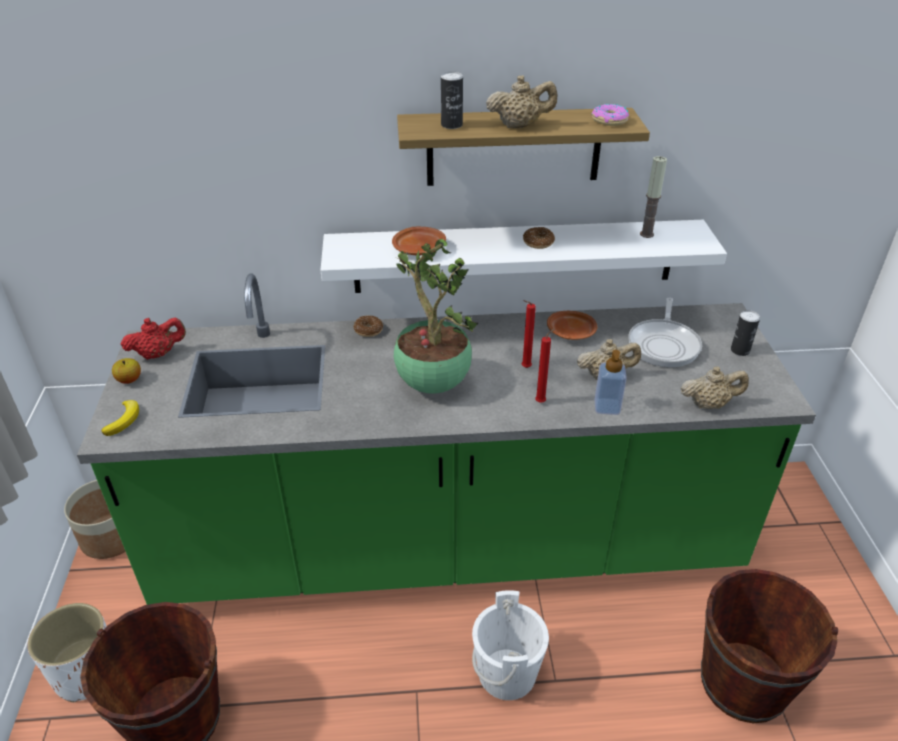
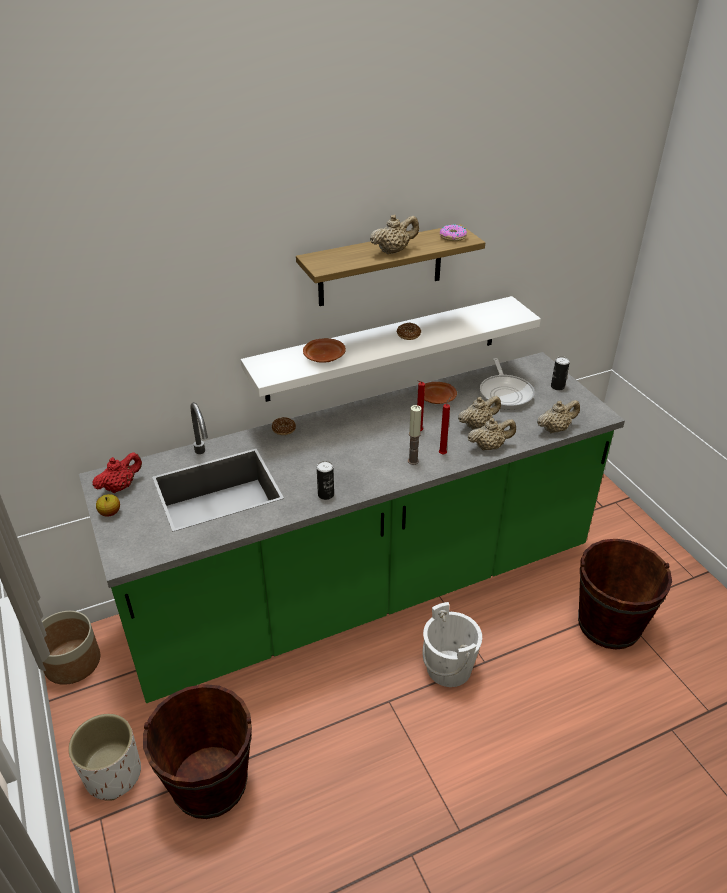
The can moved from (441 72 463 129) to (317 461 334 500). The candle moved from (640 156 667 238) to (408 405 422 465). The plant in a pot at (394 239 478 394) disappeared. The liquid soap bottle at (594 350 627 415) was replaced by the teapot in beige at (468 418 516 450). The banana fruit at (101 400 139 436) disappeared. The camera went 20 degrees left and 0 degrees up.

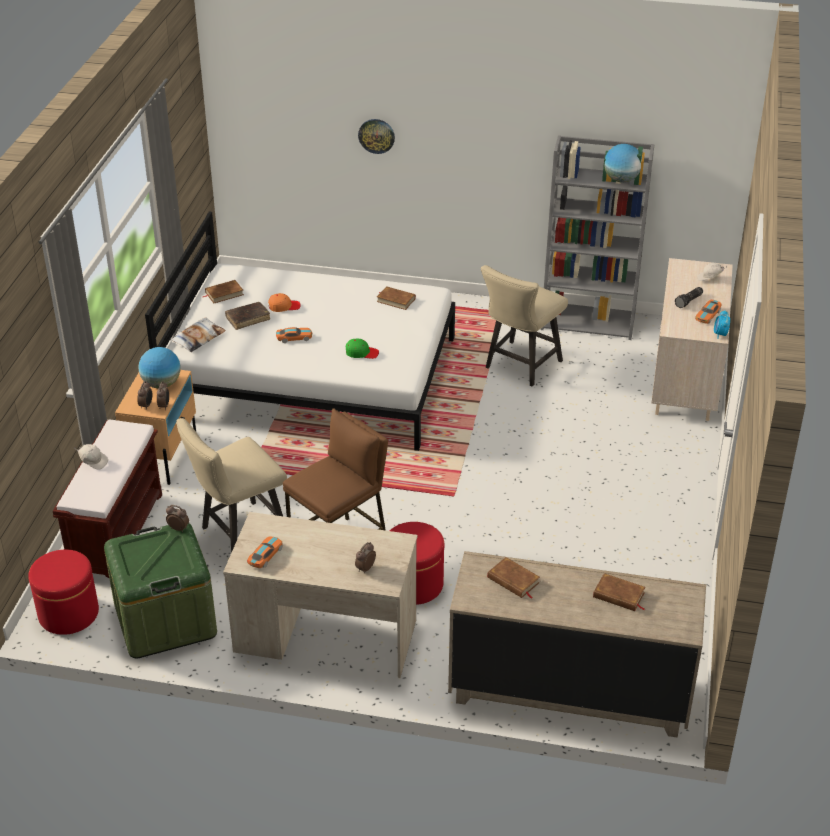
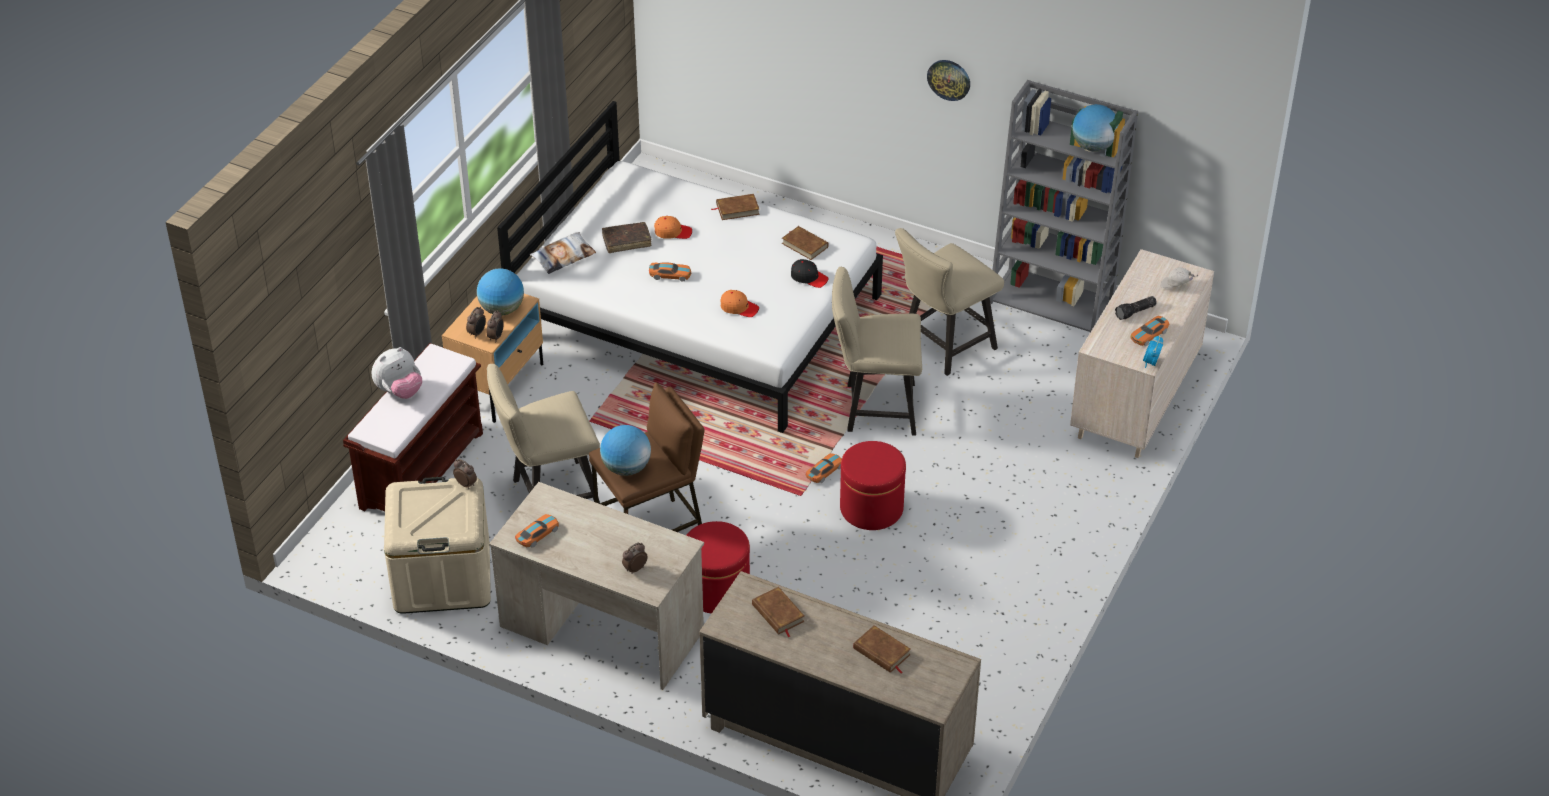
The wall clock moved from (358 119 395 154) to (927 60 970 101). The book in brown-coloured moved from (202 280 244 303) to (711 194 760 220). The peaked cap in green at (346 339 379 359) became the peaked cap in orangey at (721 290 759 317). The peaked cap in white at (73 444 108 470) was replaced by the plush toy at (372 347 422 399). The storage container in green at (104 523 217 659) became the storage container in beige at (384 477 491 614). The ottoman in reddish moved from (28 550 99 635) to (840 441 906 530). The peaked cap in blackish at (791 259 829 288) appeared. The chair in beige at (832 267 922 436) appeared. The world globe at (600 425 651 476) appeared. The miniature car at (805 453 842 483) appeared. The camera went 15 degrees right and 5 degrees up.

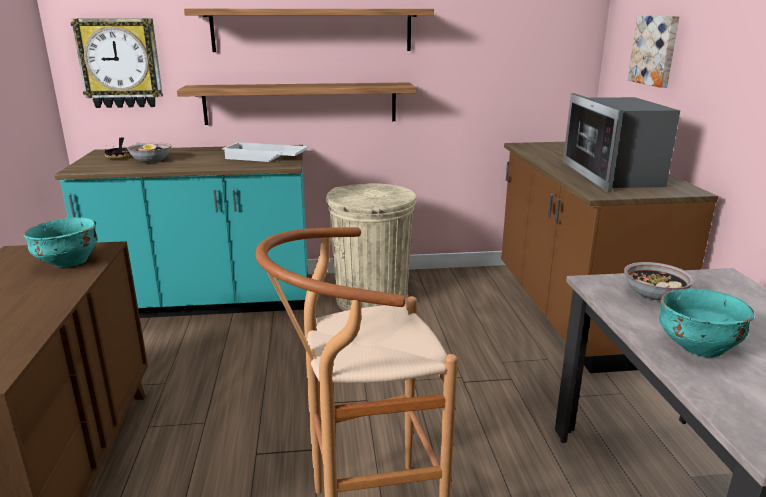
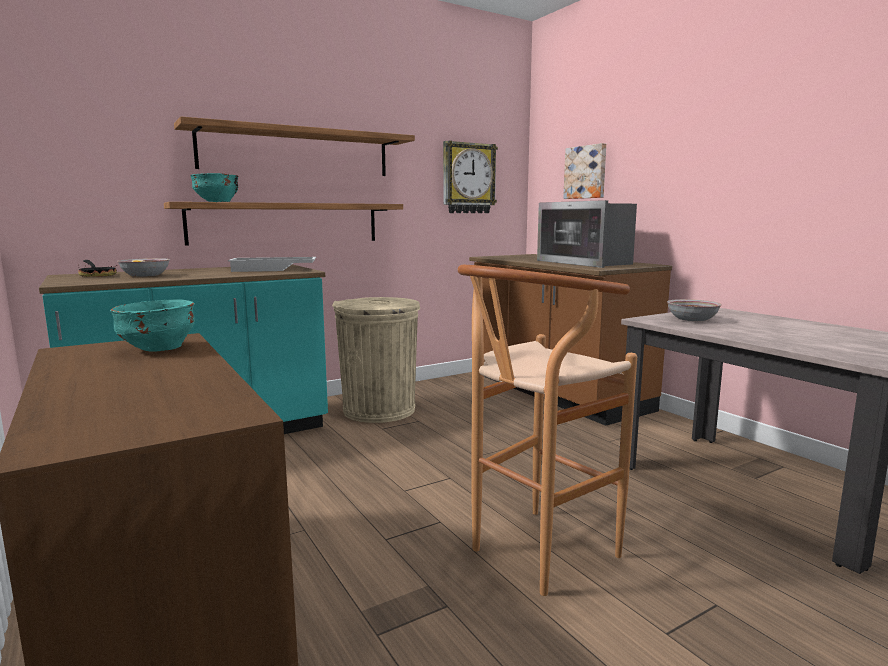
The wall clock moved from (70 19 163 108) to (443 141 498 213). The deep dish in blue-green moved from (659 288 754 358) to (190 173 238 202). The camera went 25 degrees left and 10 degrees down.

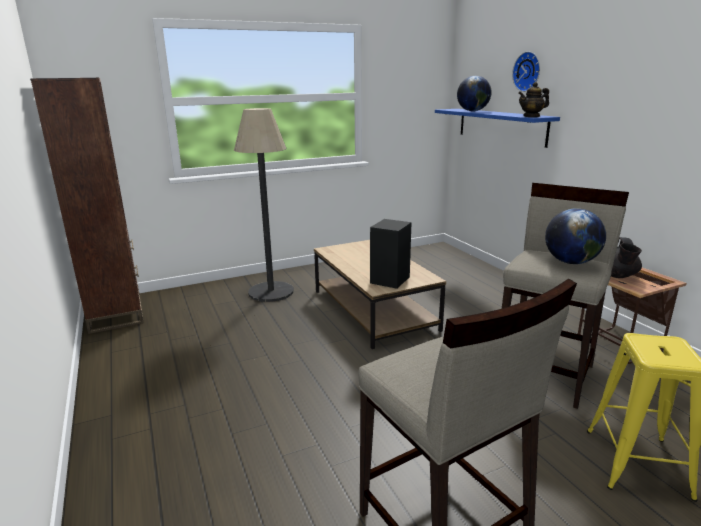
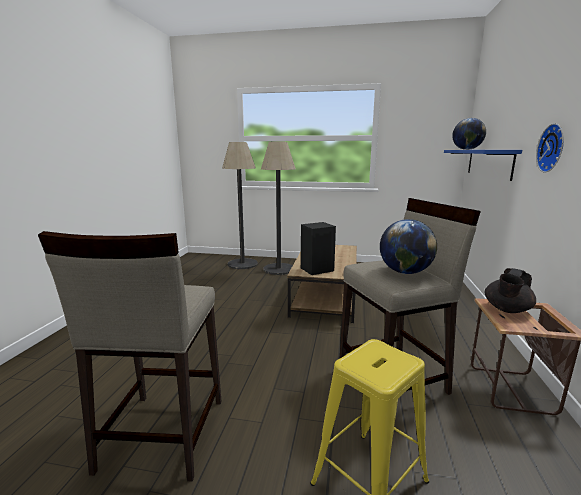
The wall clock moved from (512 51 540 92) to (536 123 564 172). The bookshelf in brown-coloured at (30 78 144 334) disappeared. The teapot at (518 82 549 117) disappeared. The floor lamp at (222 142 258 269) appeared. The camera went 35 degrees right and 5 degrees down.

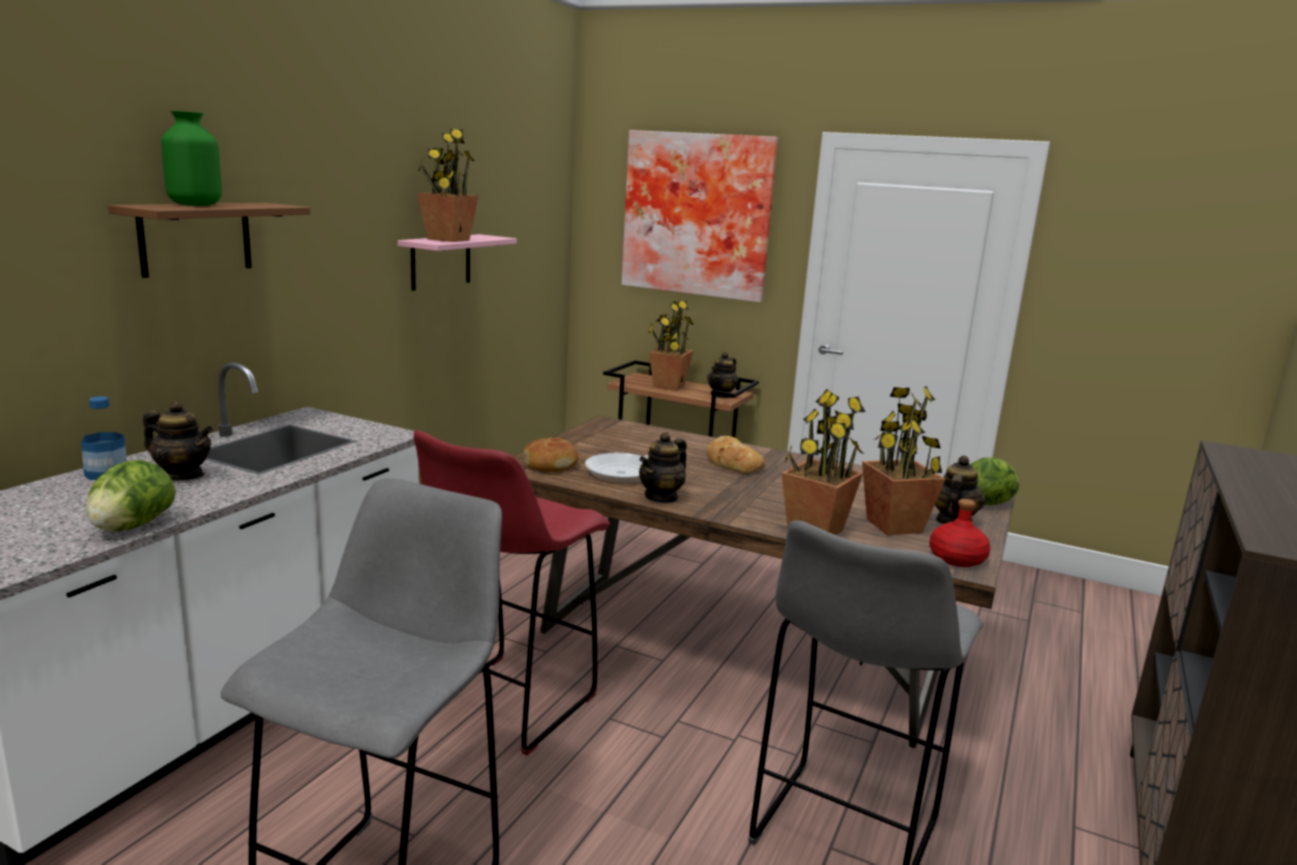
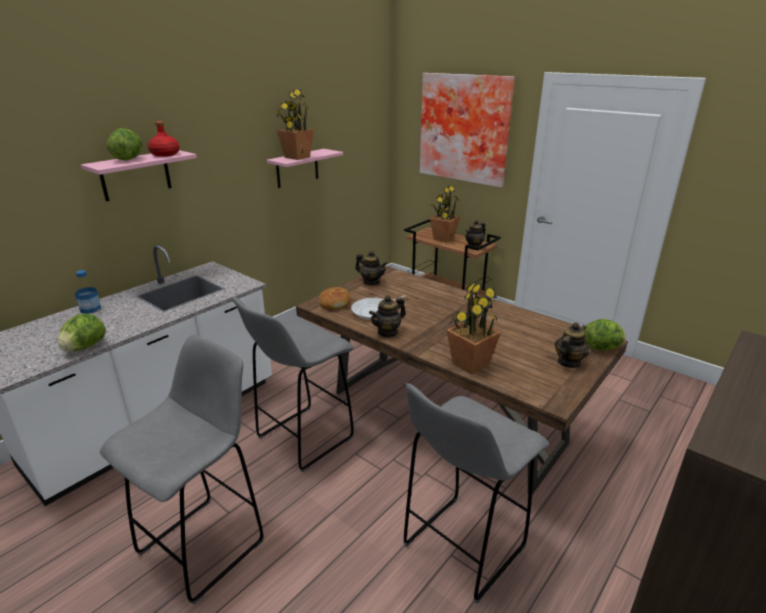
The decorative vase in green at (161 111 222 206) was replaced by the lettuce at (107 128 142 160). The bracket shelf in brown-coloured at (108 203 310 278) became the bracket shelf in pinkish at (81 150 197 201). The plant in a pot at (862 386 945 535) disappeared. The teapot moved from (143 401 213 480) to (355 250 387 285). The stool in reddish at (413 430 610 756) became the stool in gray at (232 296 354 472). The baked bread at (707 436 765 474) disappeared. The beverage bottle in reddish moved from (929 499 990 567) to (148 121 180 157). The camera went 15 degrees right and 10 degrees up.

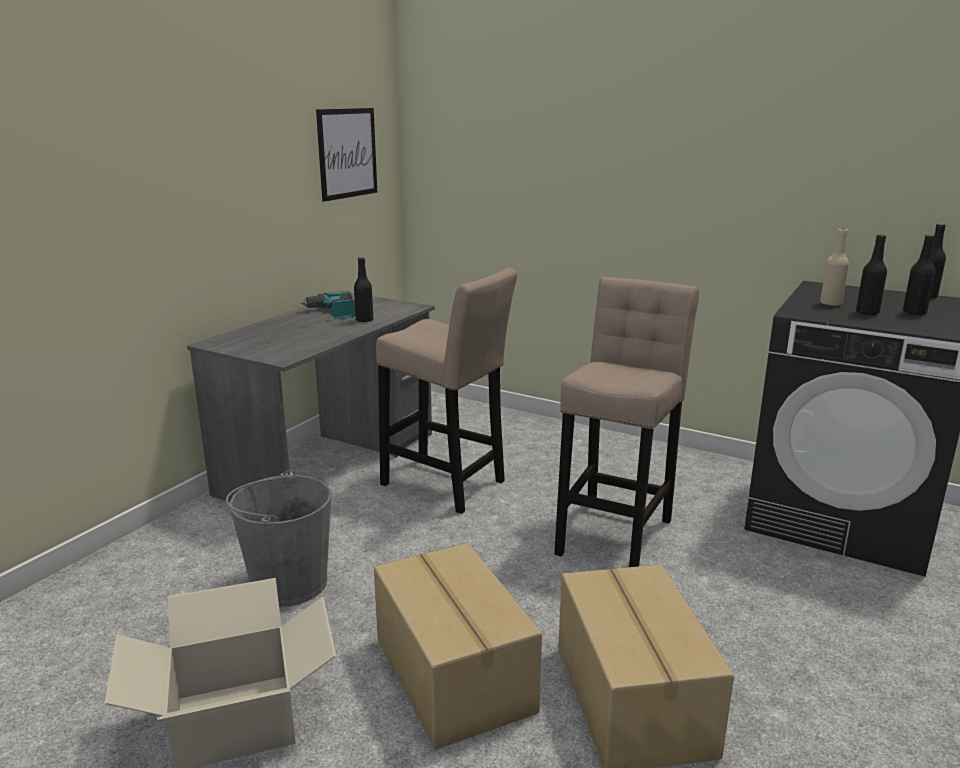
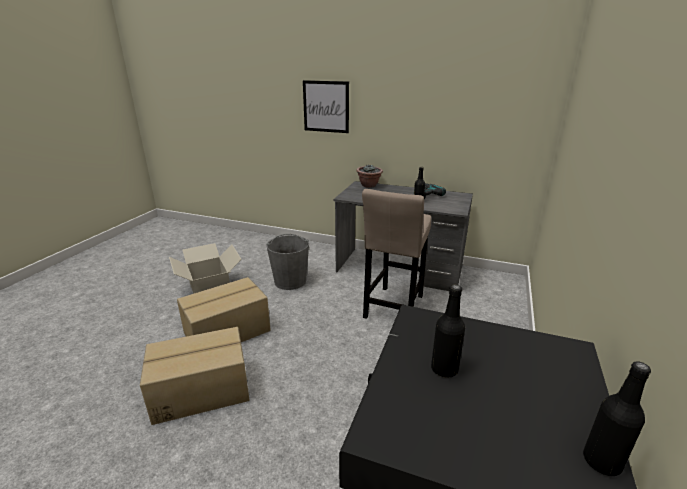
The picture moved from (316 108 377 202) to (303 80 349 133). The beverage bottle in beige at (820 228 849 306) disappeared. The beverage bottle in blackish at (903 235 935 316) disappeared. The stool in beige at (554 277 699 567) disappeared. The plant in a pot at (356 165 383 188) appeared. The camera went 80 degrees right and 5 degrees up.

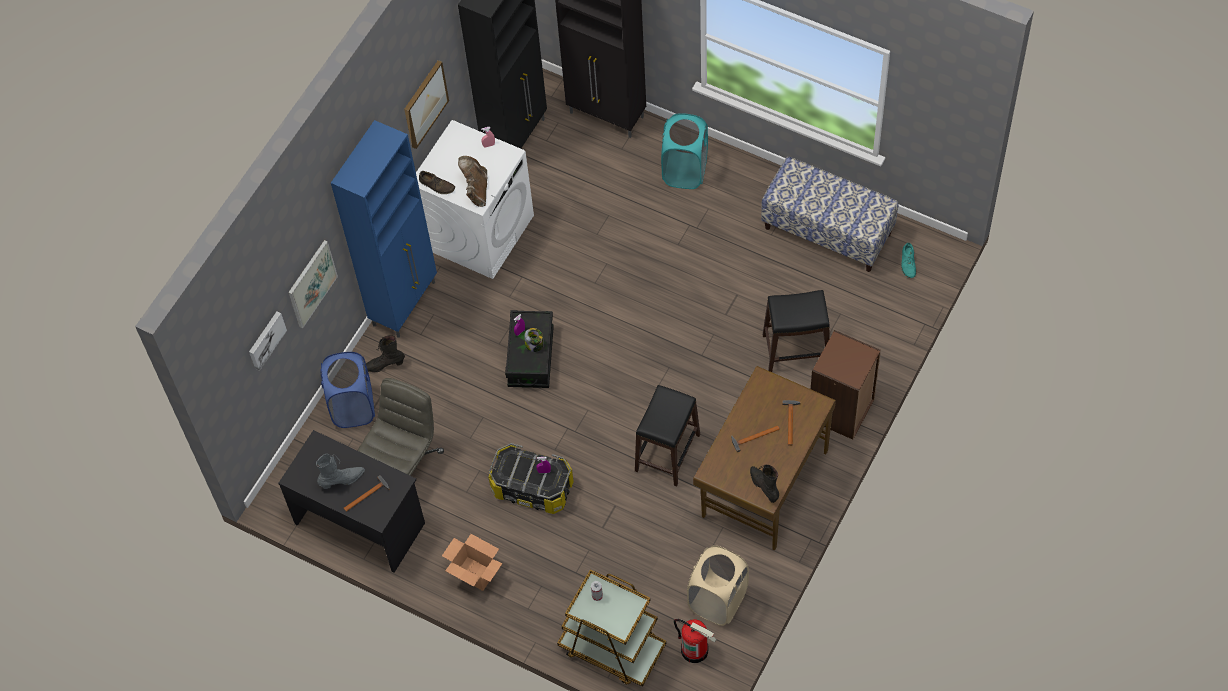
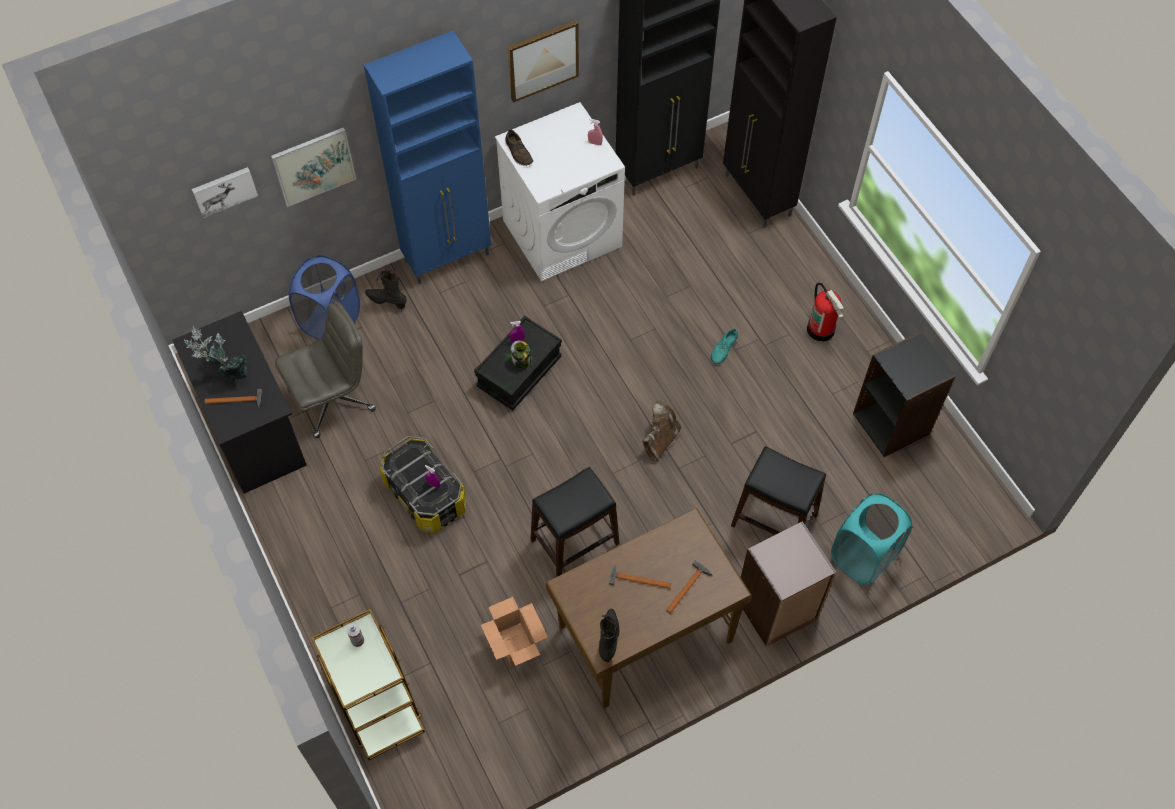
The hamper in blue-green moved from (661 113 708 189) to (831 493 912 585). The tall boot in brown-coloured moved from (458 156 487 207) to (642 400 681 461). The long seat at (761 157 899 272) was replaced by the bookshelf in blackish at (853 332 956 457). The item of footwear in blue-green moved from (902 243 916 278) to (711 329 738 364). The tall boot in gray at (316 453 365 489) was replaced by the plant in a pot at (184 326 247 381). The carton moved from (442 534 503 591) to (481 597 548 668). The hamper in beige at (687 545 749 626) disappeared. The extinguisher moved from (674 619 716 663) to (807 282 844 342). The camera went 30 degrees right and 0 degrees up.

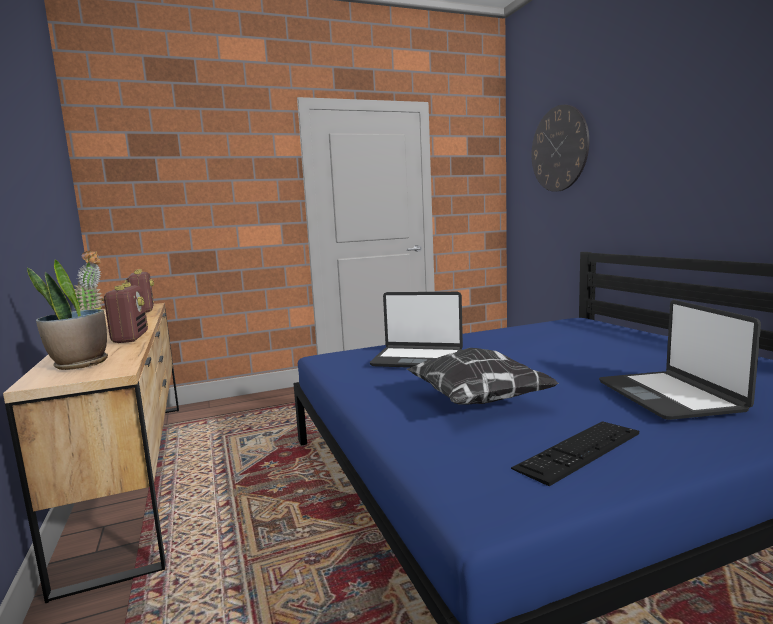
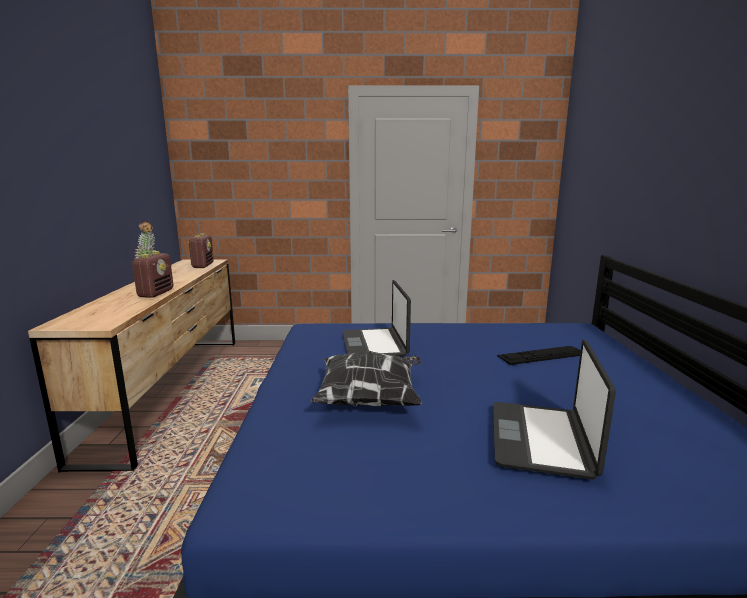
The wall clock at (531 105 589 192) disappeared. The plant in a pot at (27 259 108 370) disappeared. The portable computer at (370 292 463 368) turned 45 degrees clockwise. The keyboard moved from (511 421 639 486) to (497 346 581 365). The camera went 20 degrees right and 5 degrees up.

